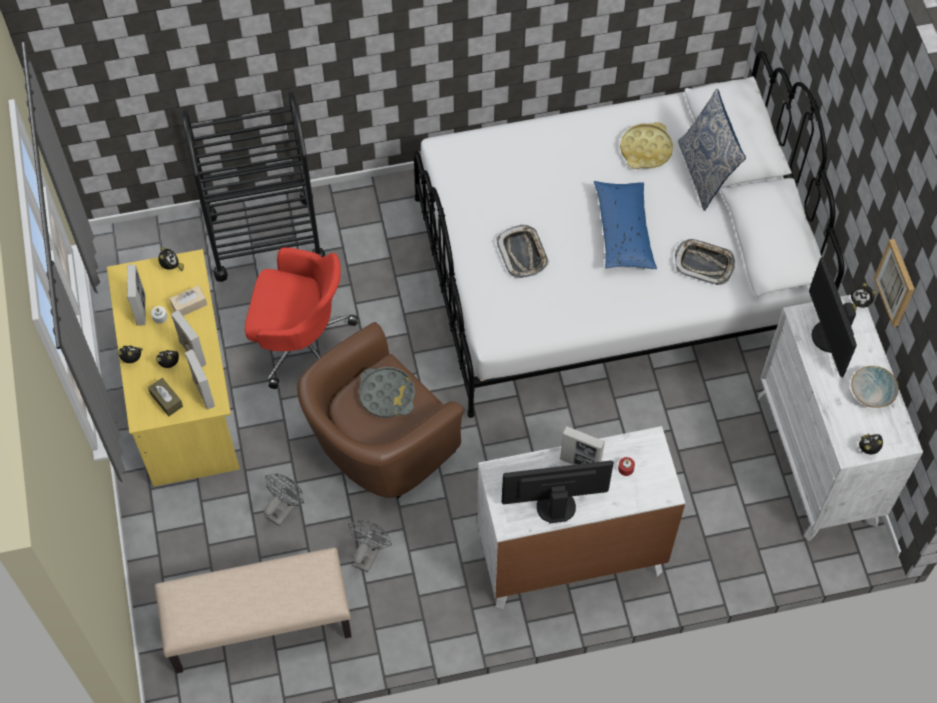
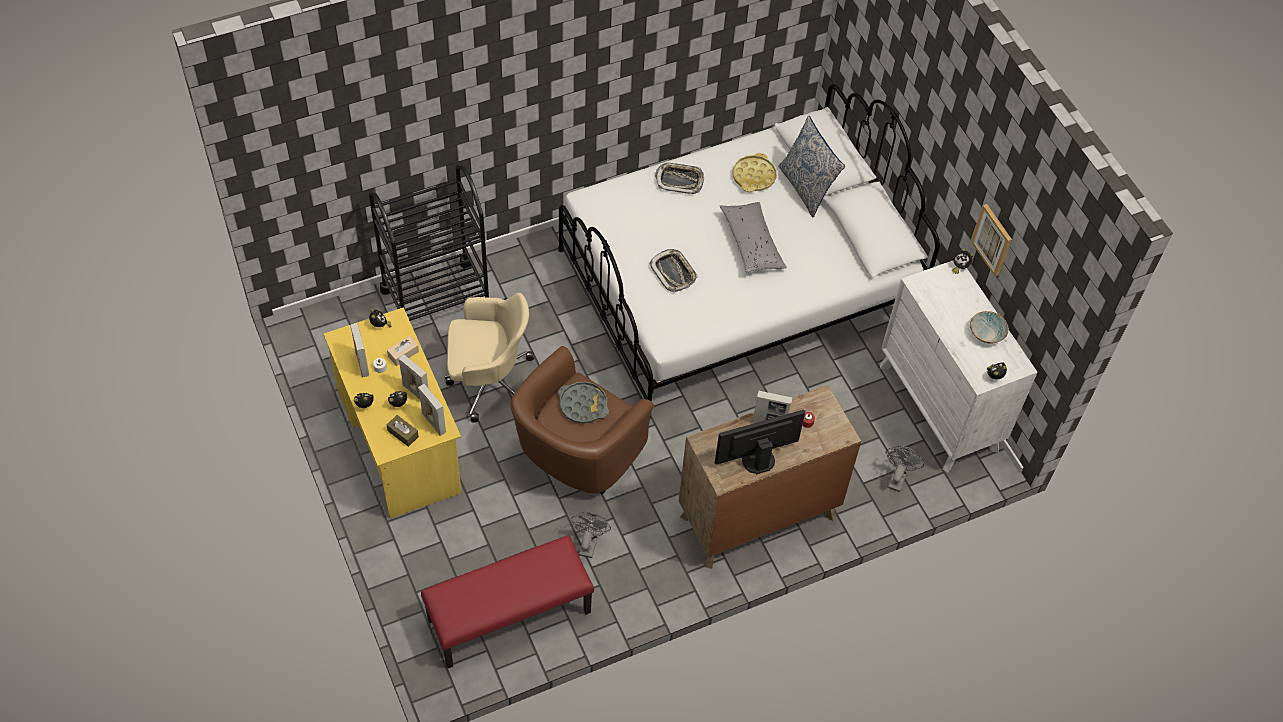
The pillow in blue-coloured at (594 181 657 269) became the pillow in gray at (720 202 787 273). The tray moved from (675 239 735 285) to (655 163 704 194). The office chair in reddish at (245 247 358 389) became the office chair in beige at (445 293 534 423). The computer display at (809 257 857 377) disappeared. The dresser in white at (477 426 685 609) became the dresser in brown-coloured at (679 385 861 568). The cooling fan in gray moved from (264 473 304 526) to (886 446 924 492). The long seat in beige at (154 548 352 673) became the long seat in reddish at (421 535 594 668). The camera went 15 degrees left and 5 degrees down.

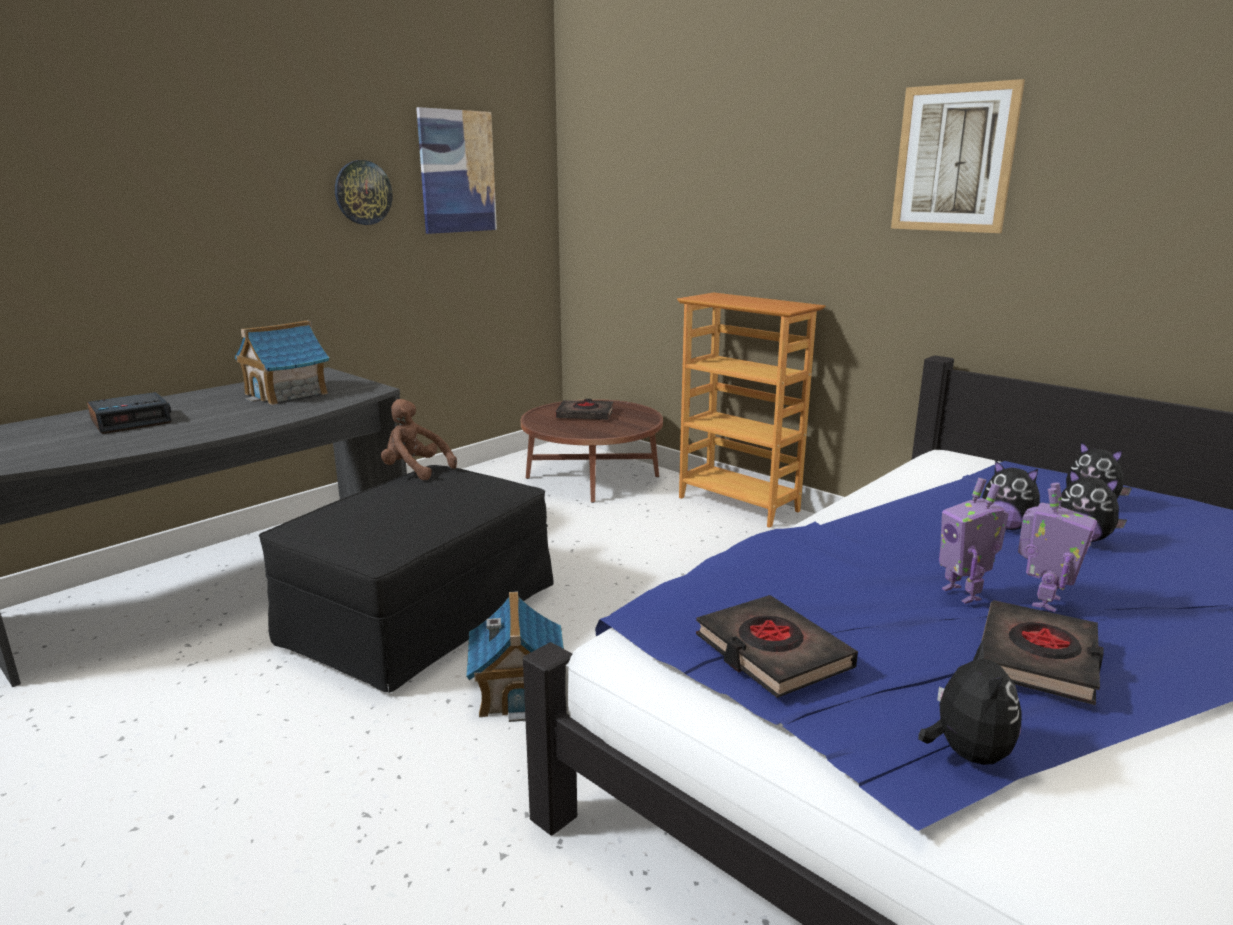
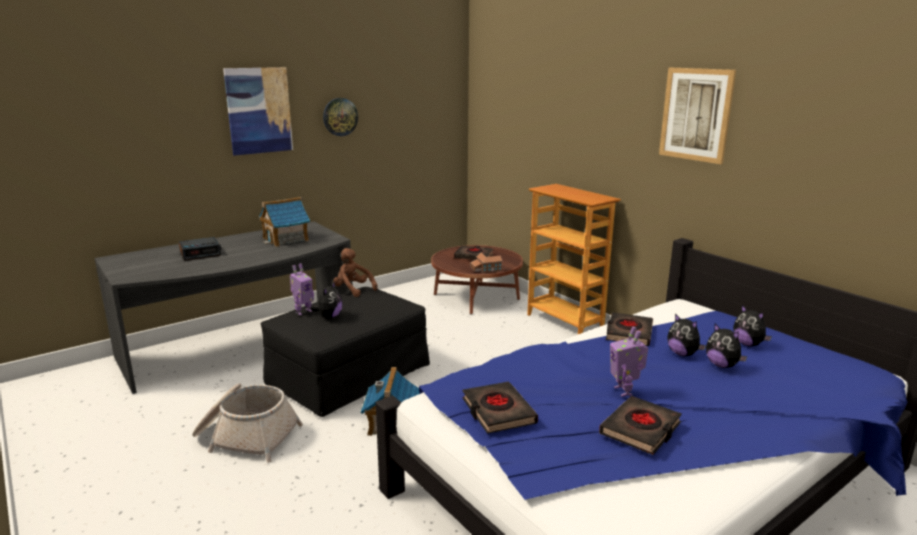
The picture moved from (416 107 497 234) to (223 67 293 156). The model robot moved from (1018 483 1097 612) to (290 263 314 315). The plush toy moved from (918 641 1022 765) to (311 282 342 318). The toy house at (470 252 502 273) appeared. The book in blackish at (606 312 653 346) appeared. The storage basket at (192 383 303 463) appeared. The camera went 10 degrees right and 0 degrees up.

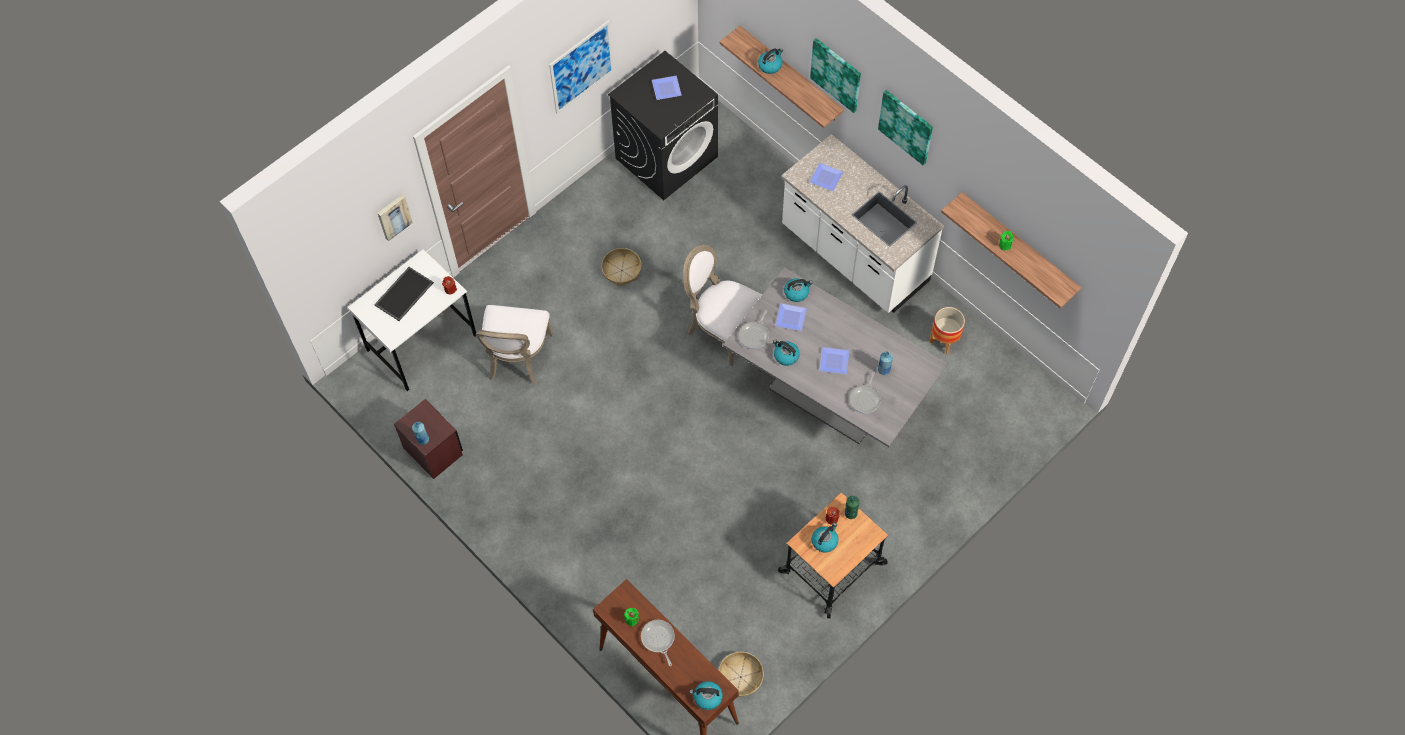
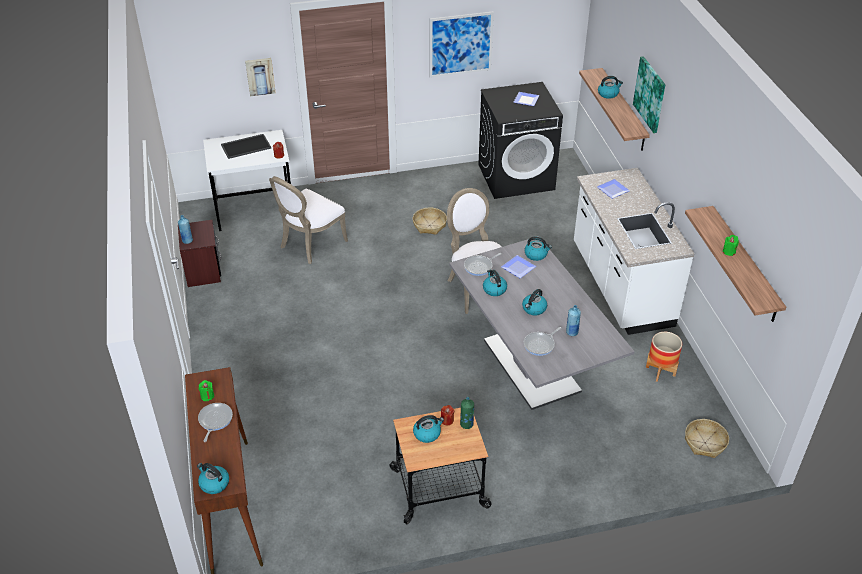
The picture at (878 90 933 166) disappeared. The flat dish at (819 347 850 374) was replaced by the kettle at (522 289 547 315). The storage basket moved from (719 652 764 697) to (685 419 729 458). The camera went 30 degrees right and 20 degrees down.

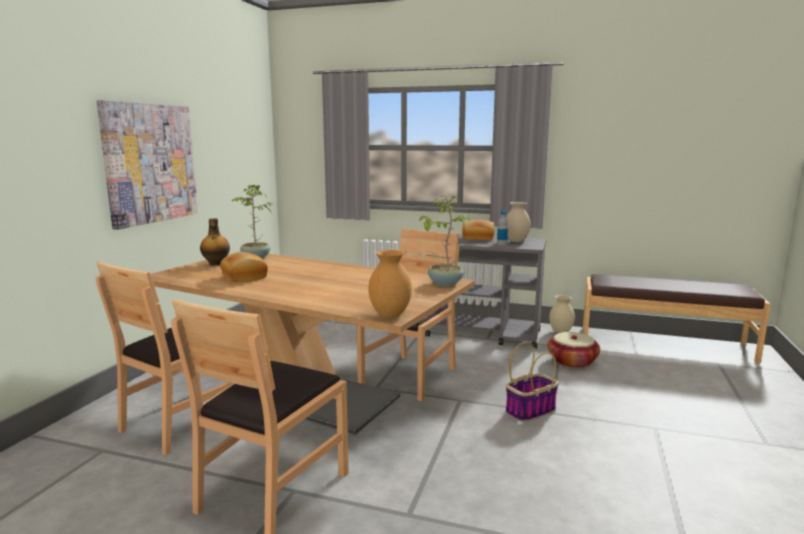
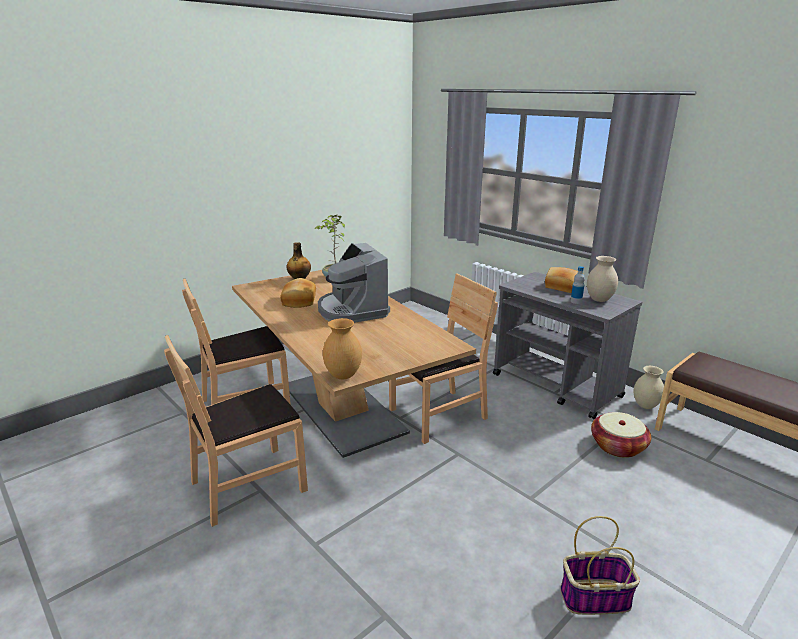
The picture at (97 100 198 230) disappeared. The plant in a pot at (420 195 469 286) disappeared. The storage basket moved from (506 342 559 422) to (560 516 640 615). The coffee brewer at (318 243 390 323) appeared. The camera went 30 degrees right and 10 degrees up.

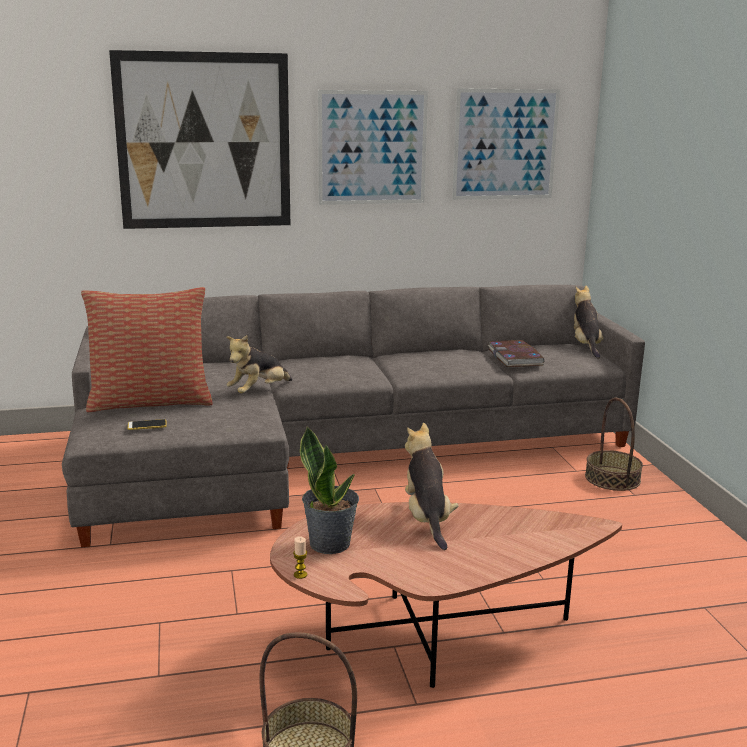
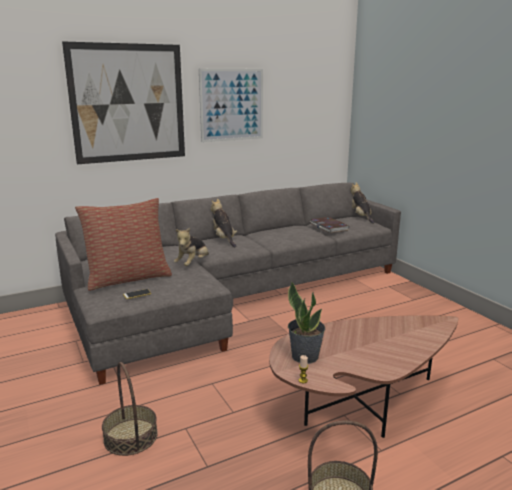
The picture at (452 88 560 200) disappeared. The storage basket moved from (585 398 643 491) to (102 362 158 456). The plush toy moved from (405 423 459 550) to (211 198 237 247). The camera went 15 degrees left and 0 degrees up.

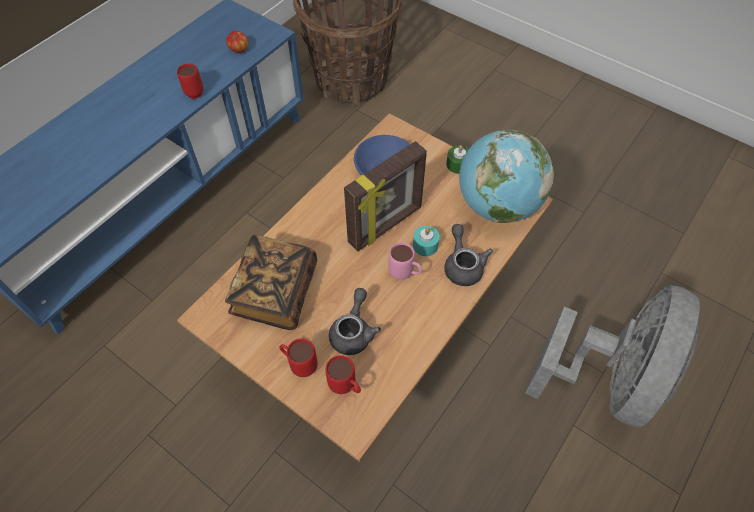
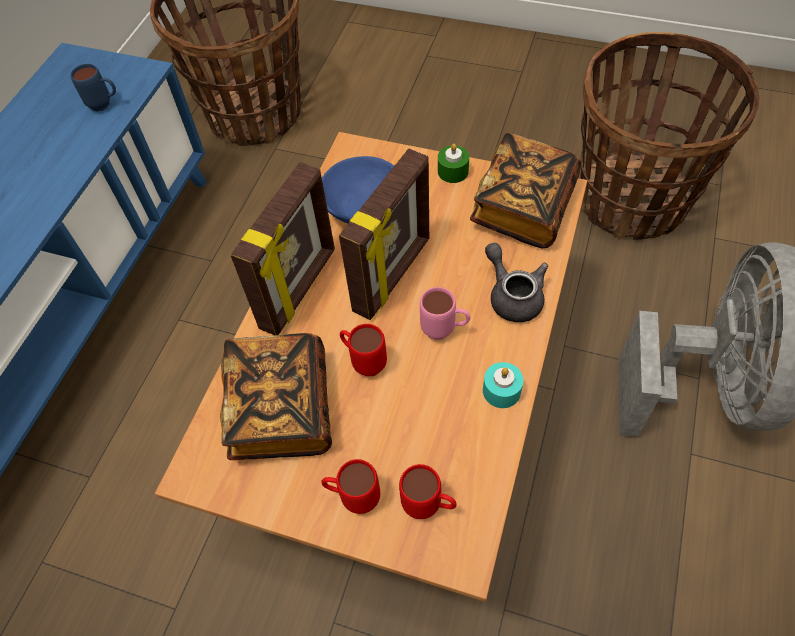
The whole apple at (226 31 248 53) was replaced by the mug in blue-coloured at (71 64 116 111). The mug in reddish moved from (177 63 203 99) to (340 324 387 376). The world globe at (459 129 554 223) was replaced by the book at (470 133 581 248). The candle in blue-green moved from (413 226 440 256) to (483 362 523 408). The teapot in gray at (329 288 381 355) disappeared. The storage basket at (580 32 759 240) appeared. The photo frame at (231 162 335 335) appeared. The camera went 15 degrees left and 0 degrees up.

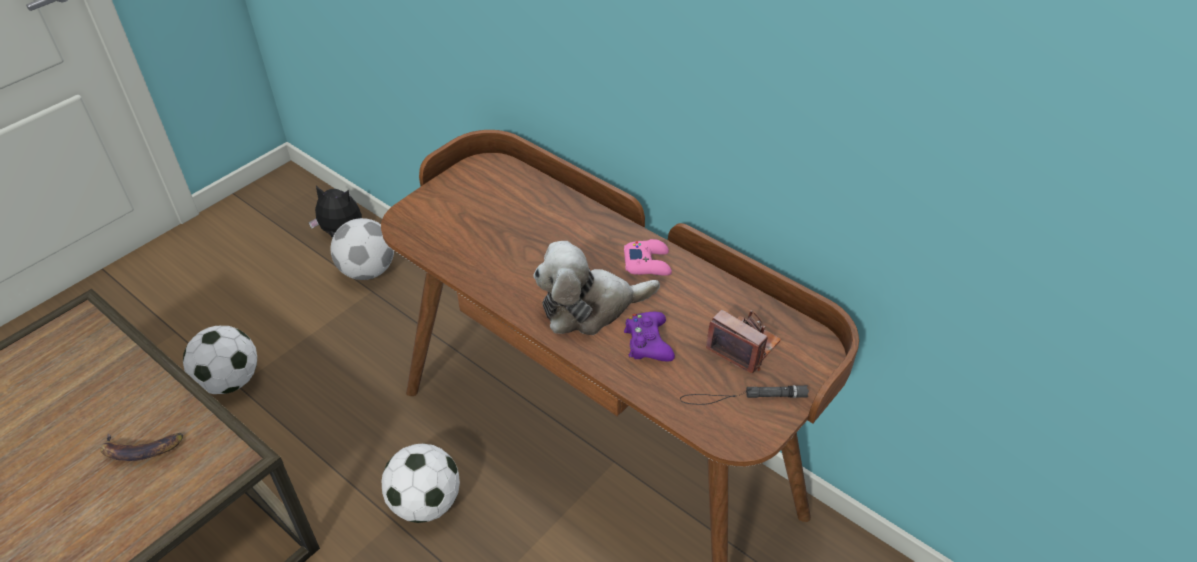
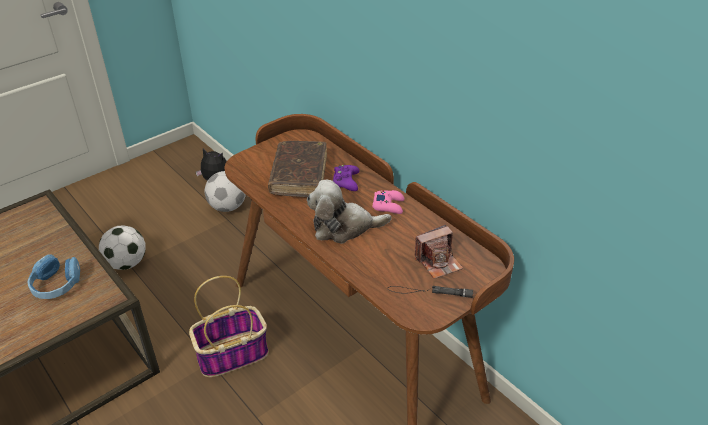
The still camera at (706 310 781 373) turned 105 degrees clockwise. The game controller in purple-coloured moved from (624 312 675 361) to (333 165 359 191). The banana fruit at (100 433 183 461) was replaced by the headphones in blue-coloured at (28 254 80 299). The ball for football at (382 444 460 523) was replaced by the storage basket at (189 276 269 377). The book in brown-coloured at (268 141 327 197) appeared. The camera went 10 degrees right and 5 degrees down.

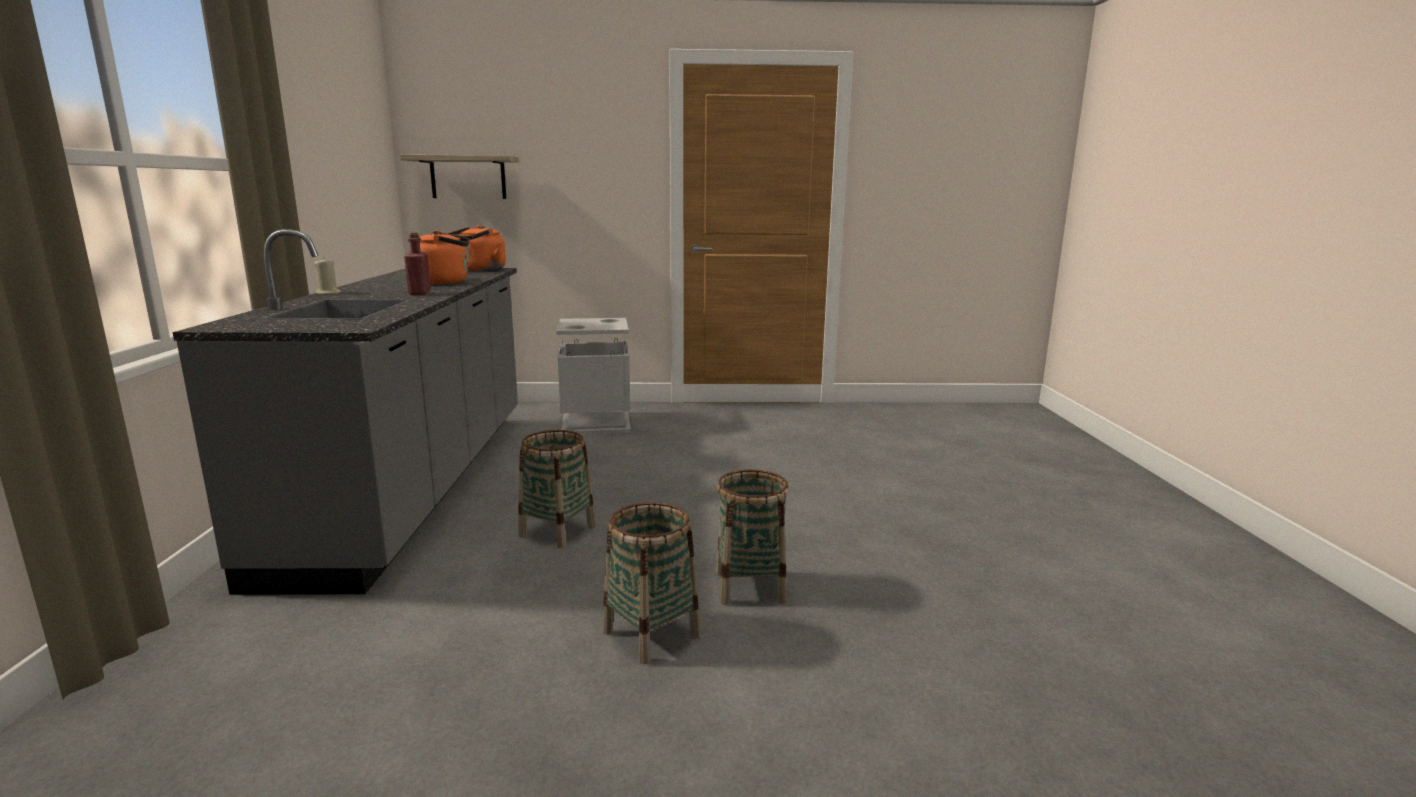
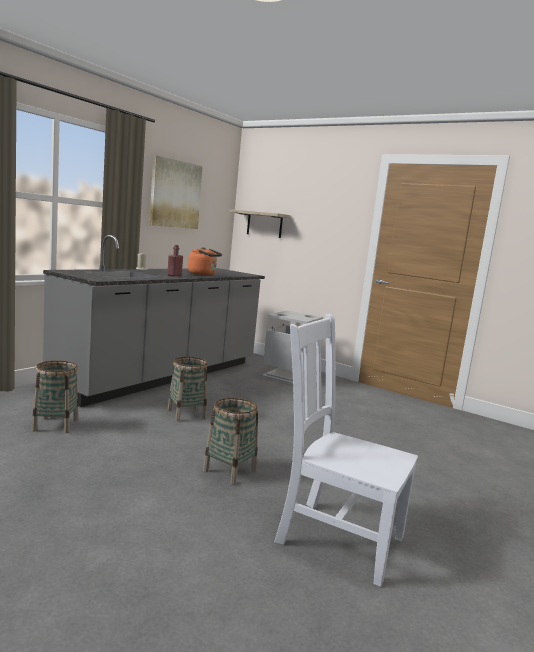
The kettle in orangey at (448 225 506 272) disappeared. The storage basket moved from (603 502 700 664) to (31 360 78 433). The picture at (149 155 203 229) appeared. The chair in white at (274 314 418 587) appeared. The camera went 35 degrees right and 5 degrees down.

